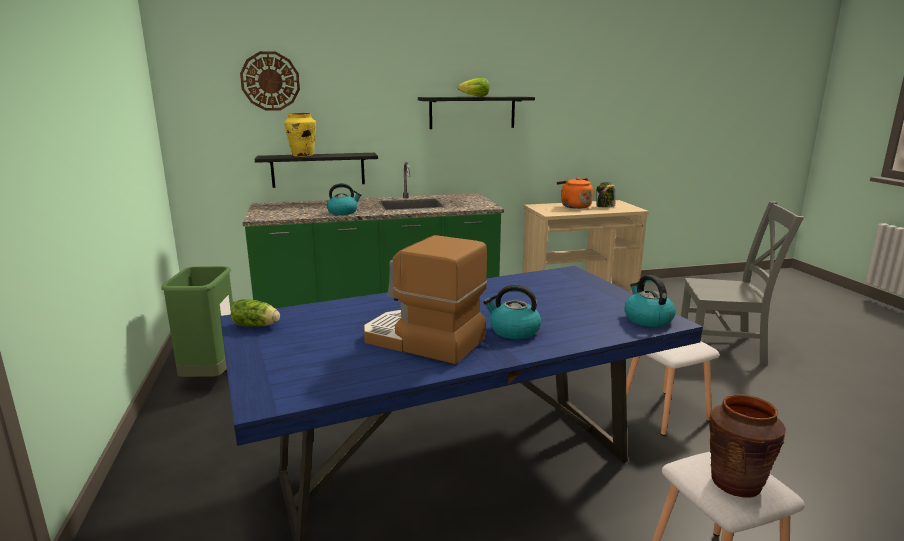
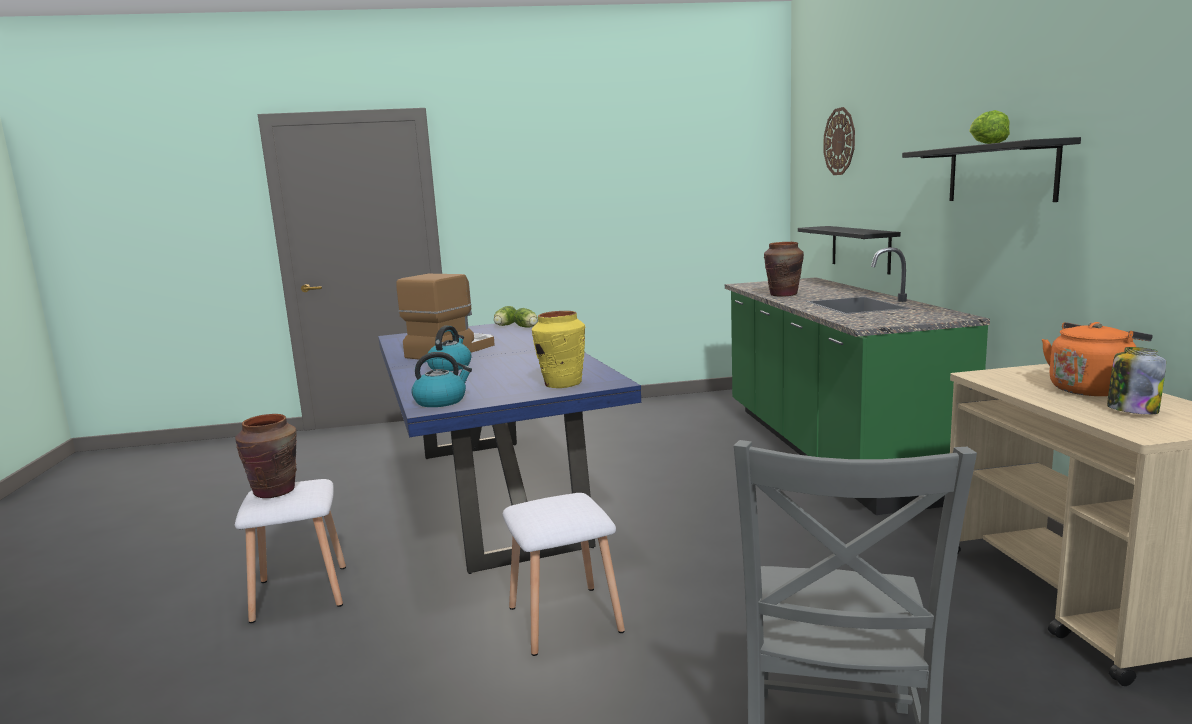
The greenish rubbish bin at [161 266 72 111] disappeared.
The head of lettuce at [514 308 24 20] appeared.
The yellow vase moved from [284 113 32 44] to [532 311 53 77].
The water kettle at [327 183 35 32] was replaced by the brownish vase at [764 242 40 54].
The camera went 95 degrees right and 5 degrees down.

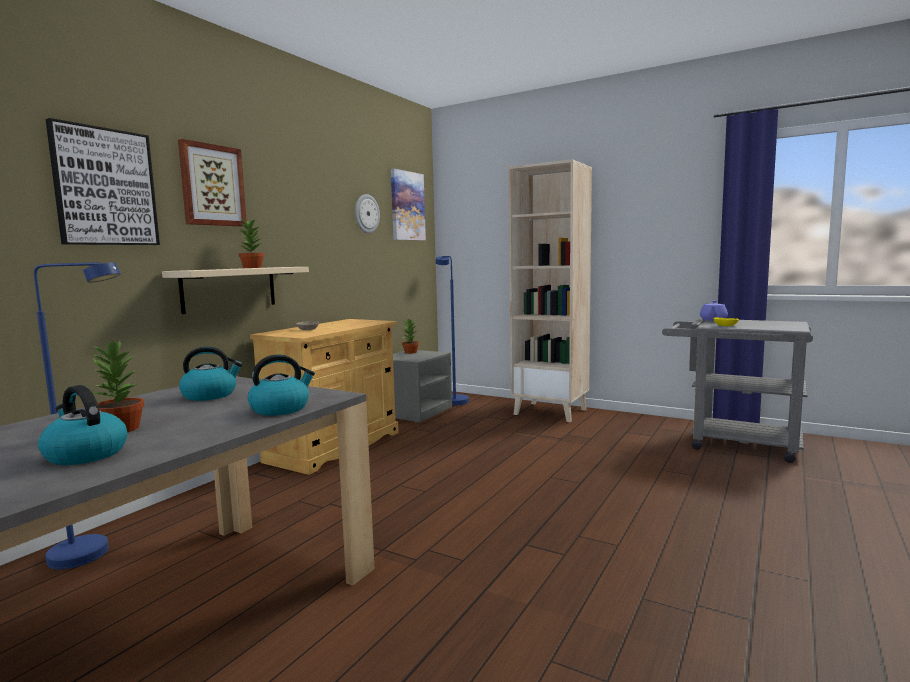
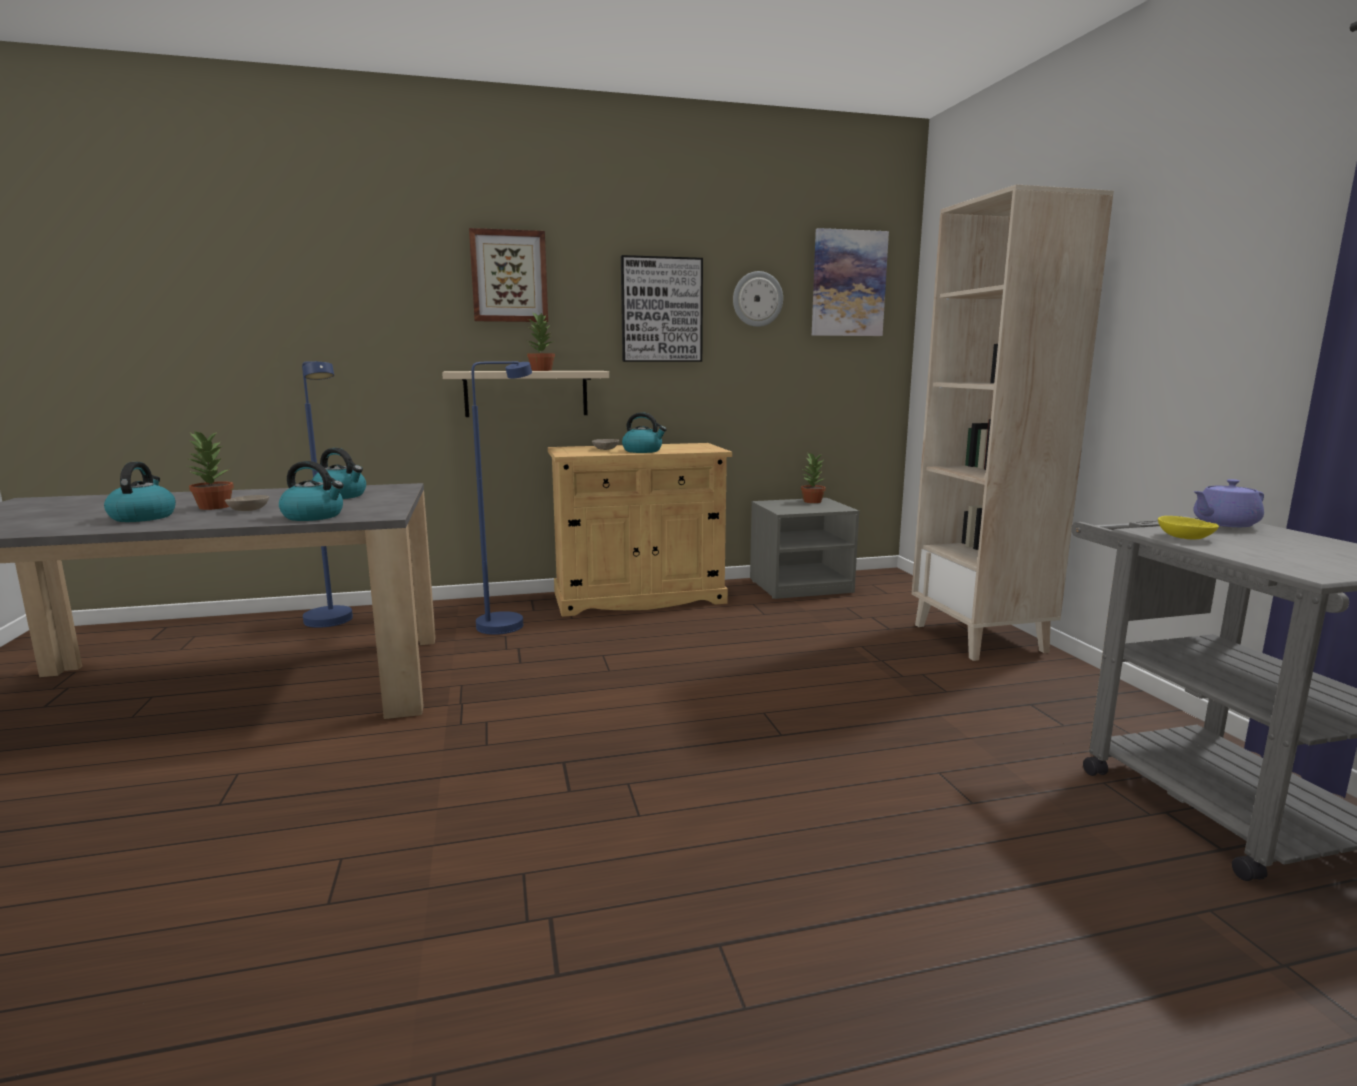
The sand-coloured serving bowl at [225 495 44 16] appeared.
The water kettle at [622 412 45 41] appeared.
The wall art moved from [46 118 114 127] to [621 255 82 107].
The blue-coloured standard lamp moved from [436 256 33 149] to [472 361 60 274].
The camera went 45 degrees right and 5 degrees up.

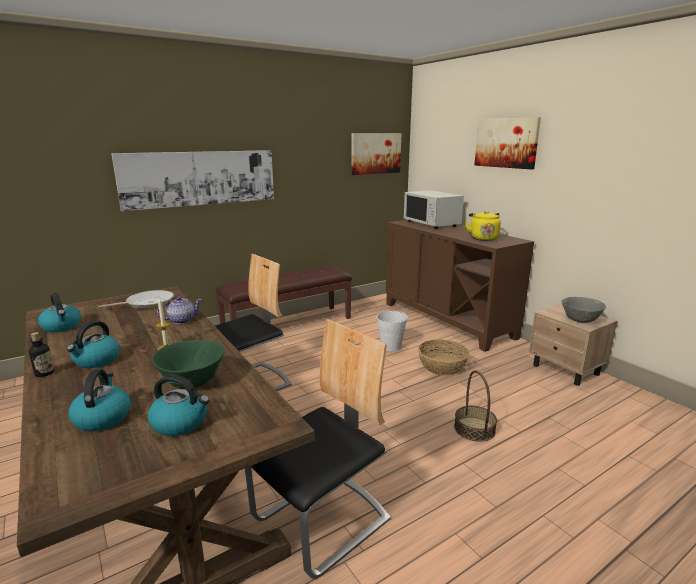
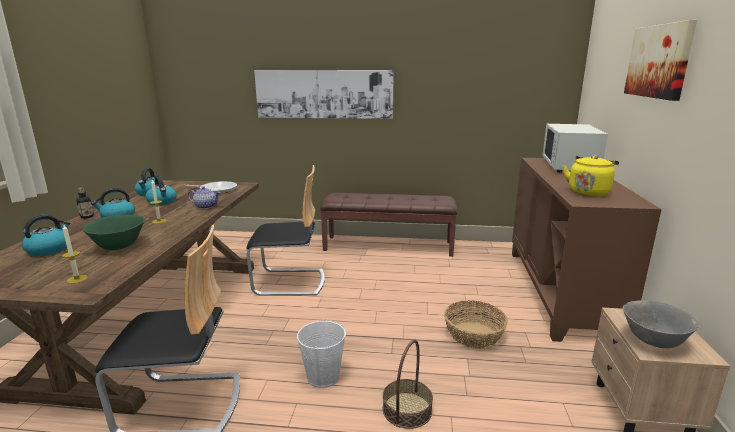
The wall art at [351 133 50 42] disappeared.
The candle at [62 225 26 59] appeared.
The water kettle moved from [148 375 62 61] to [145 175 32 30].
The white-coloured water bucket moved from [376 310 32 41] to [297 318 49 70].
The camera went 40 degrees right and 0 degrees up.

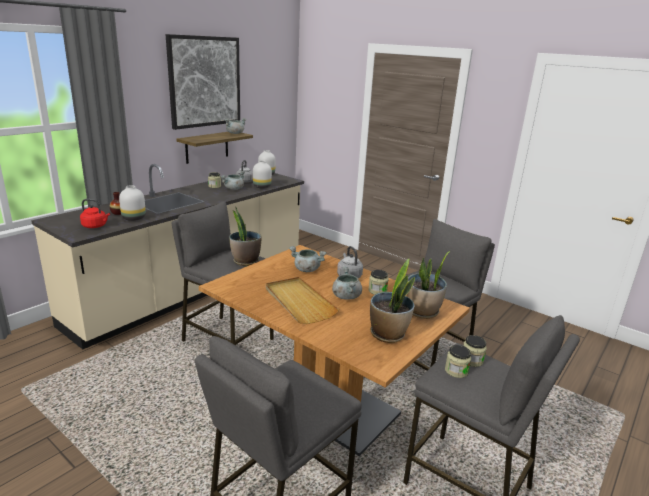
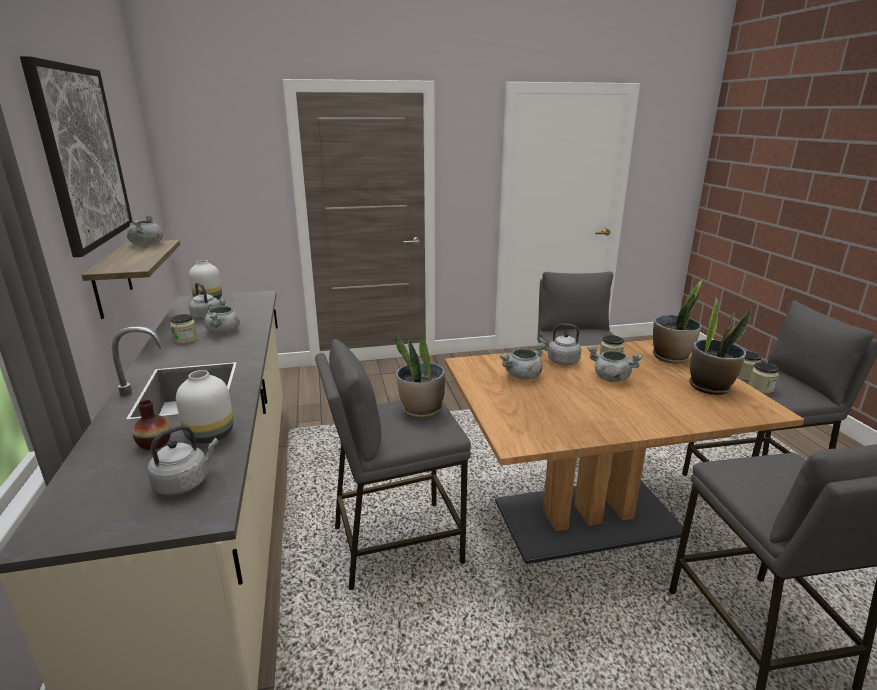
The white-coloured vase at [253 160 19 28] disappeared.
The sand-coloured carrying tray at [266 277 73 47] disappeared.
The red water kettle at [80 199 30 29] became the gray water kettle at [147 425 71 70].
The camera went 50 degrees left and 0 degrees up.

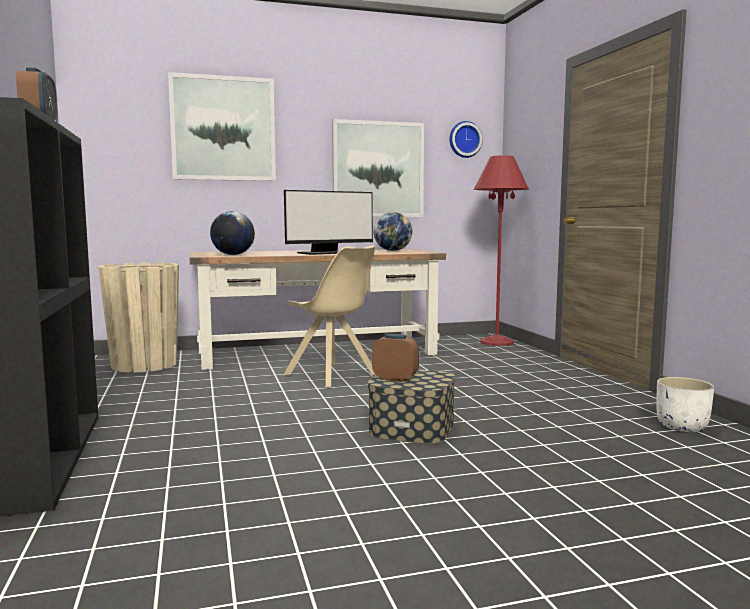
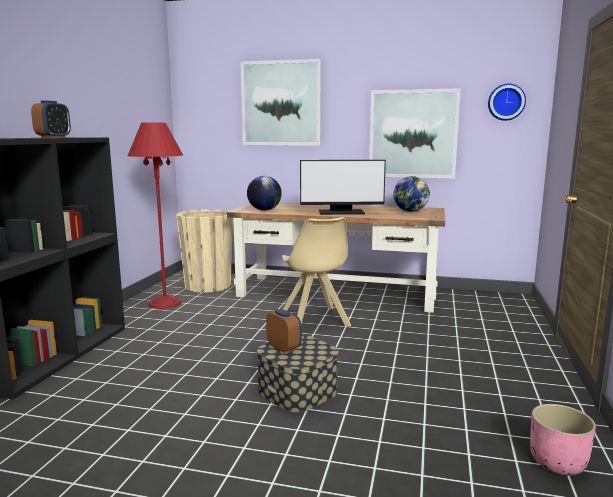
The red standard lamp moved from [474 155 55 191] to [127 123 56 186].
The white-coloured planter at [656 377 58 55] became the pink planter at [530 404 66 71].
The camera went 30 degrees right and 5 degrees up.

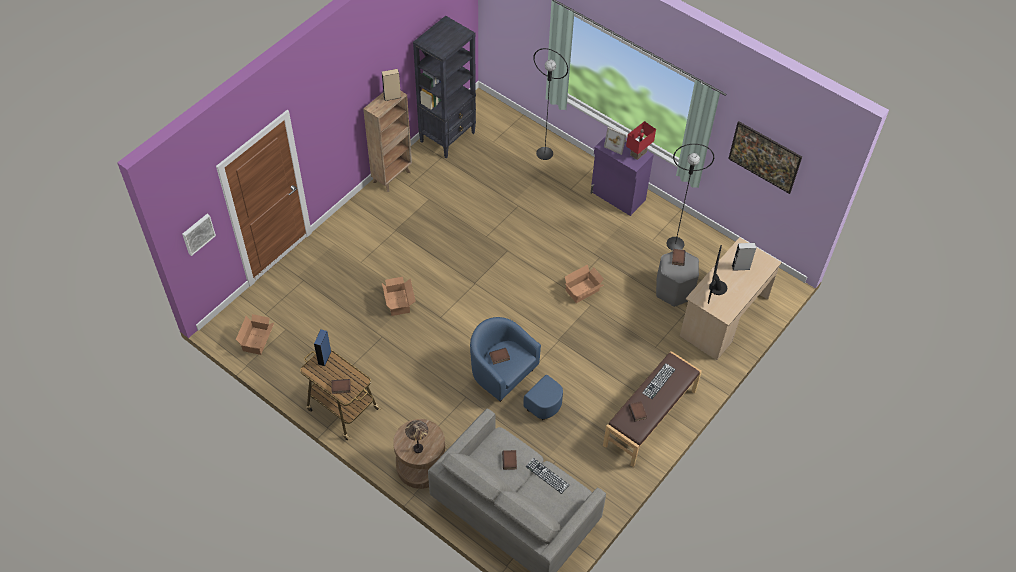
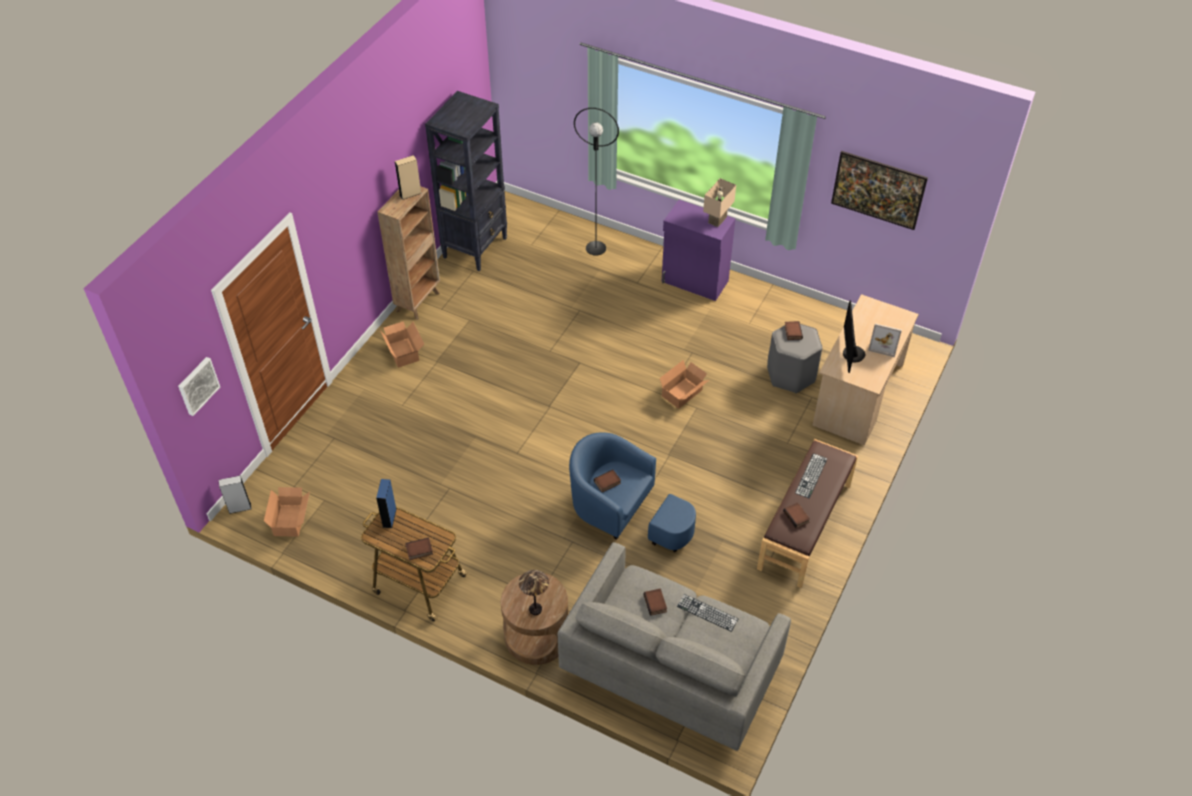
The blackish standard lamp at [666 144 49 107] disappeared.
The carton moved from [382 277 34 39] to [380 321 44 47].
The standing frame moved from [604 127 23 28] to [868 323 34 34].
The gray loudspeaker moved from [732 243 24 28] to [219 475 32 39].
The red tabletop lamp at [626 121 30 39] became the sand-coloured tabletop lamp at [703 178 33 49].
The camera went 10 degrees left and 5 degrees down.

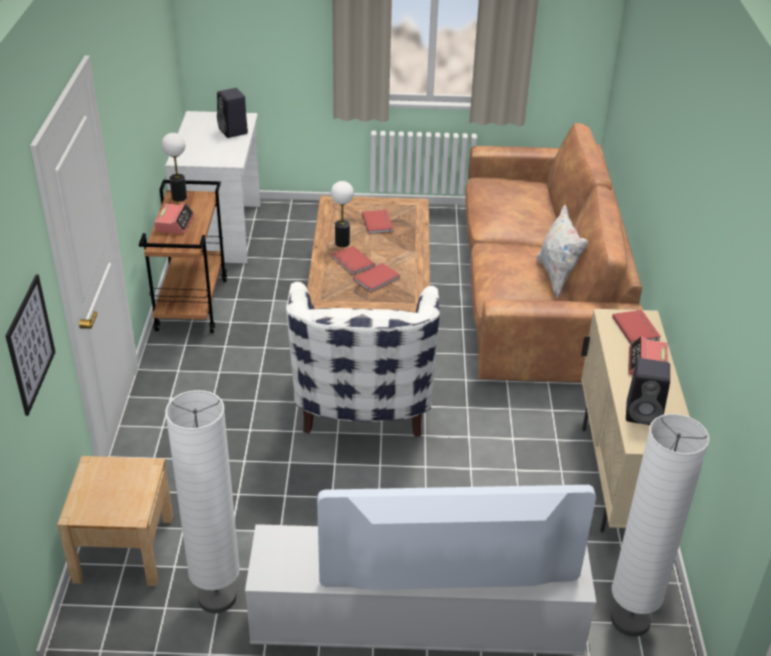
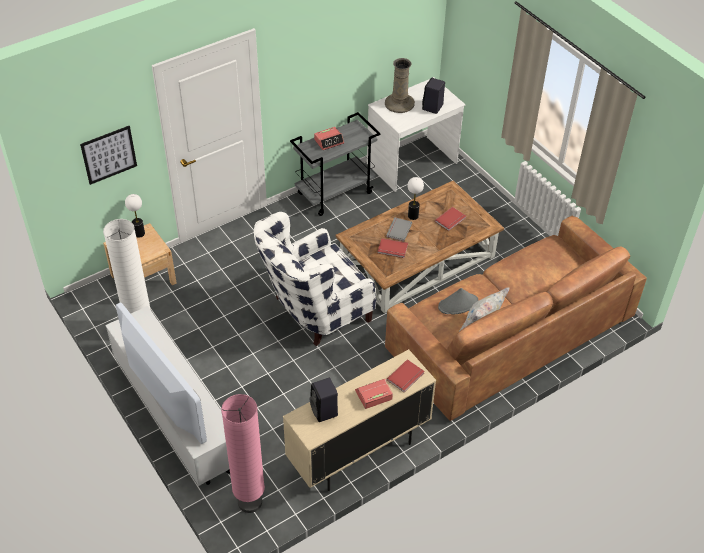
The sand-coloured vase at [385 58 30 55] appeared.
The gray clothing hat at [438 288 40 26] appeared.
The tabletop lamp moved from [162 133 25 69] to [125 194 20 44].
The brownish trolley at [139 180 88 153] became the gray trolley at [290 112 91 104].
The red volume at [332 246 43 29] became the gray volume at [386 217 26 24].
The white-coloured standard lamp at [611 414 99 223] became the pink standard lamp at [221 394 44 119].
The camera went 55 degrees right and 10 degrees up.

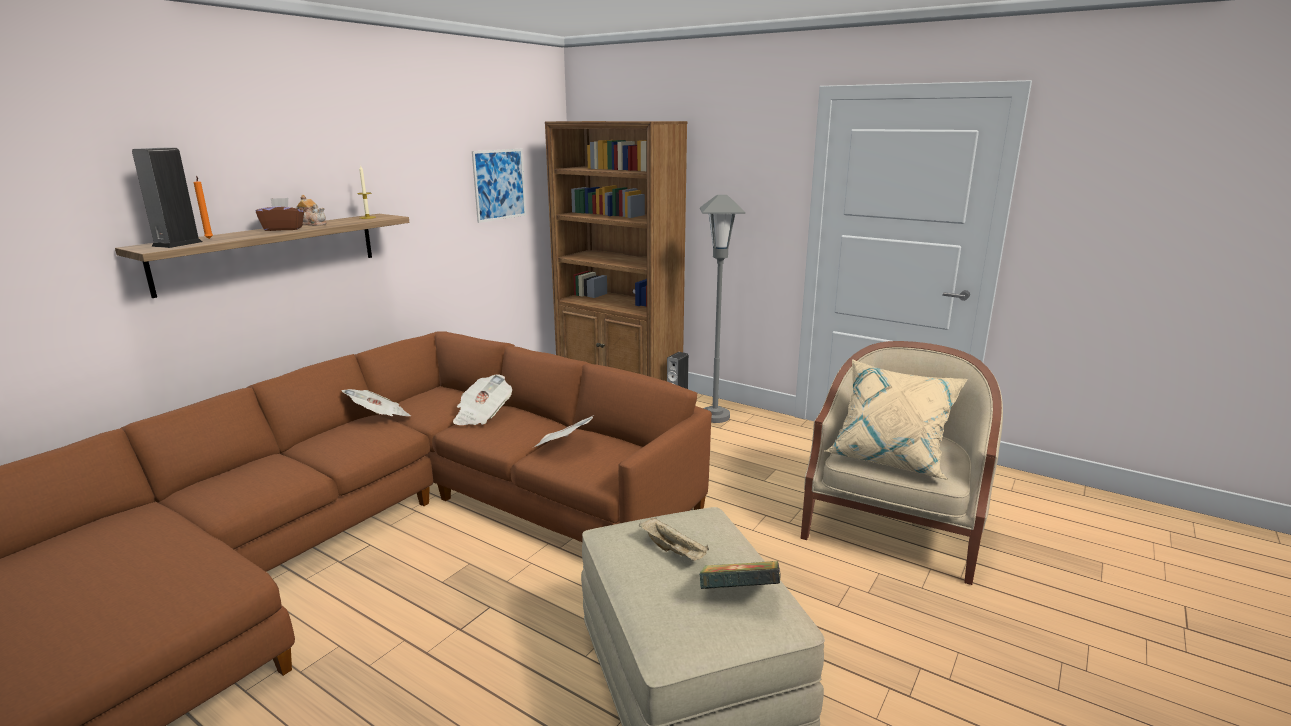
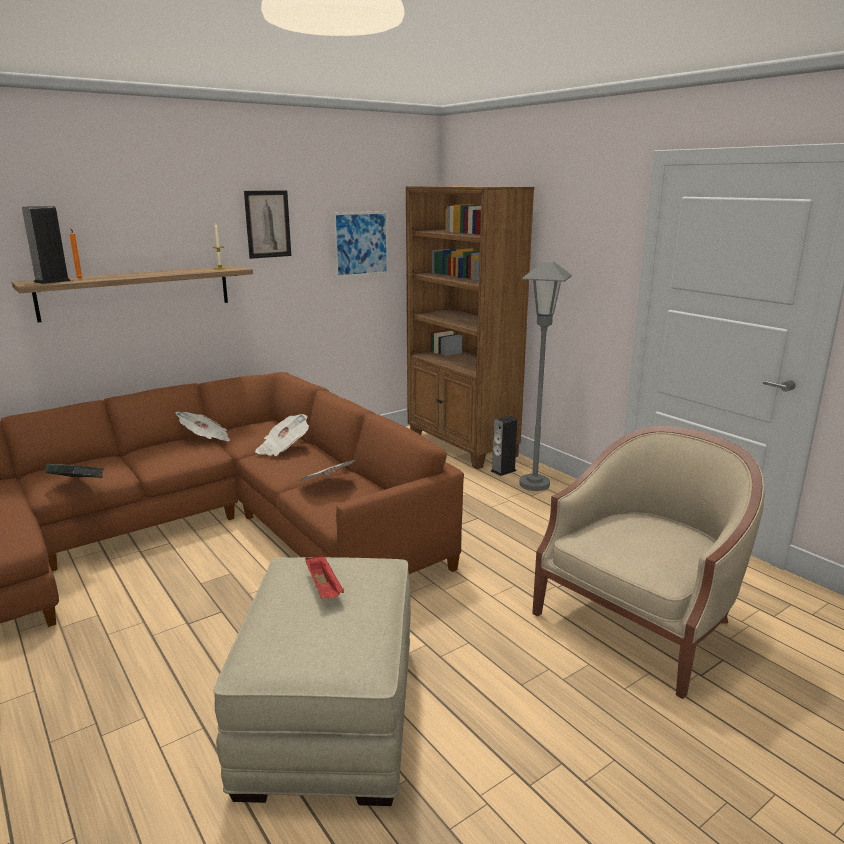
The brownish tissue box at [256 198 48 33] disappeared.
The teapot at [296 195 31 31] disappeared.
The sand-coloured pillow at [824 359 144 121] disappeared.
The wall art at [244 190 47 69] appeared.
The volume moved from [699 561 82 28] to [45 464 59 14].
The sand-coloured carrying tray at [639 517 70 44] became the red carrying tray at [305 555 39 44].
The camera went 20 degrees right and 0 degrees up.

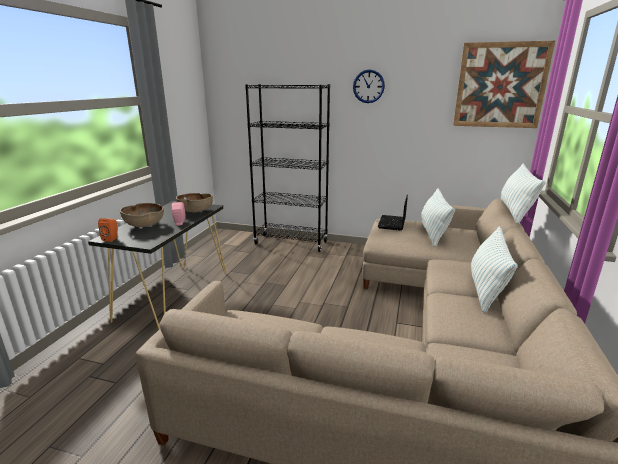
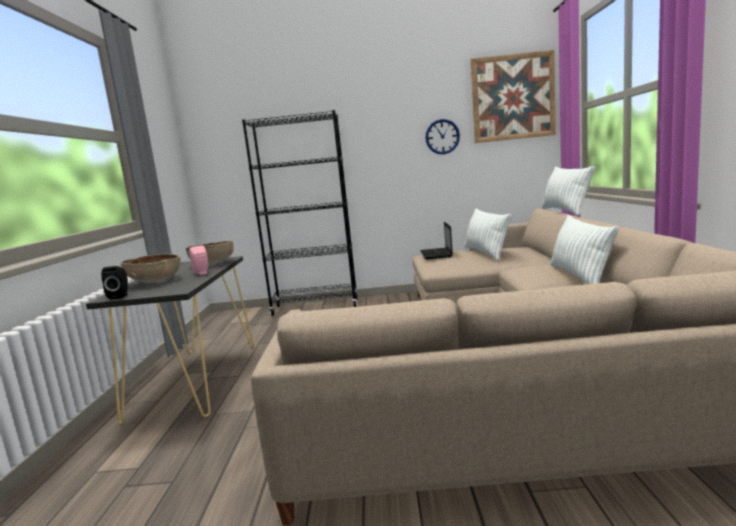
The wall clock moved from [353 69 32 34] to [425 119 35 35].
The orange-coloured loudspeaker at [98 218 20 24] became the blackish loudspeaker at [101 266 27 34].
The camera went 15 degrees left and 10 degrees down.

